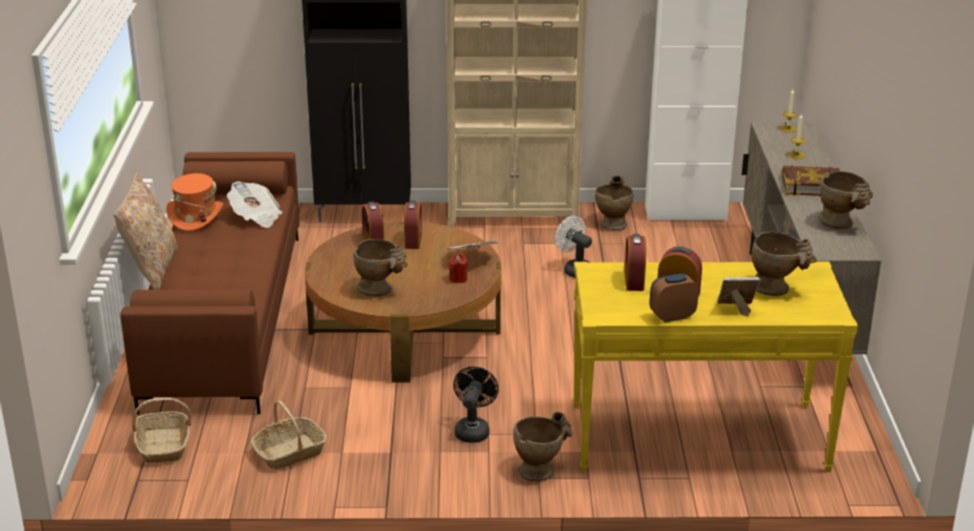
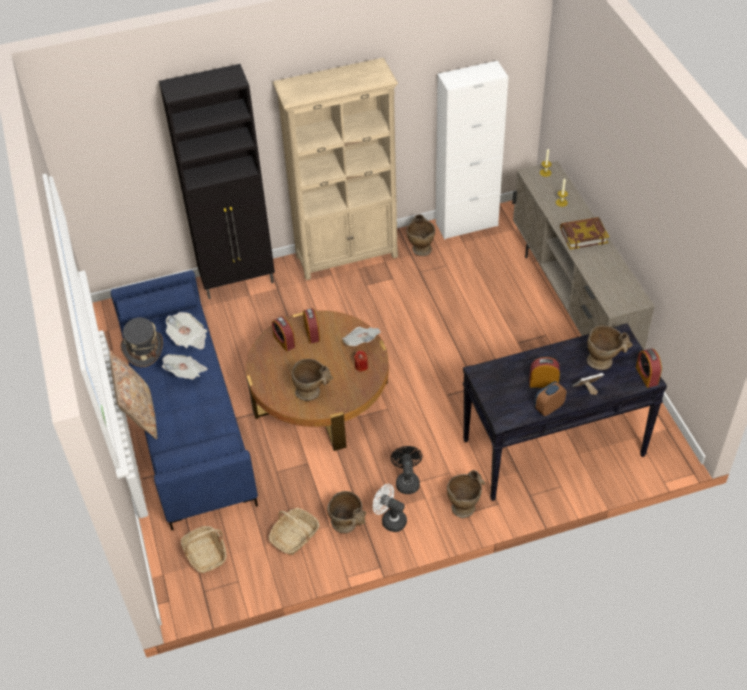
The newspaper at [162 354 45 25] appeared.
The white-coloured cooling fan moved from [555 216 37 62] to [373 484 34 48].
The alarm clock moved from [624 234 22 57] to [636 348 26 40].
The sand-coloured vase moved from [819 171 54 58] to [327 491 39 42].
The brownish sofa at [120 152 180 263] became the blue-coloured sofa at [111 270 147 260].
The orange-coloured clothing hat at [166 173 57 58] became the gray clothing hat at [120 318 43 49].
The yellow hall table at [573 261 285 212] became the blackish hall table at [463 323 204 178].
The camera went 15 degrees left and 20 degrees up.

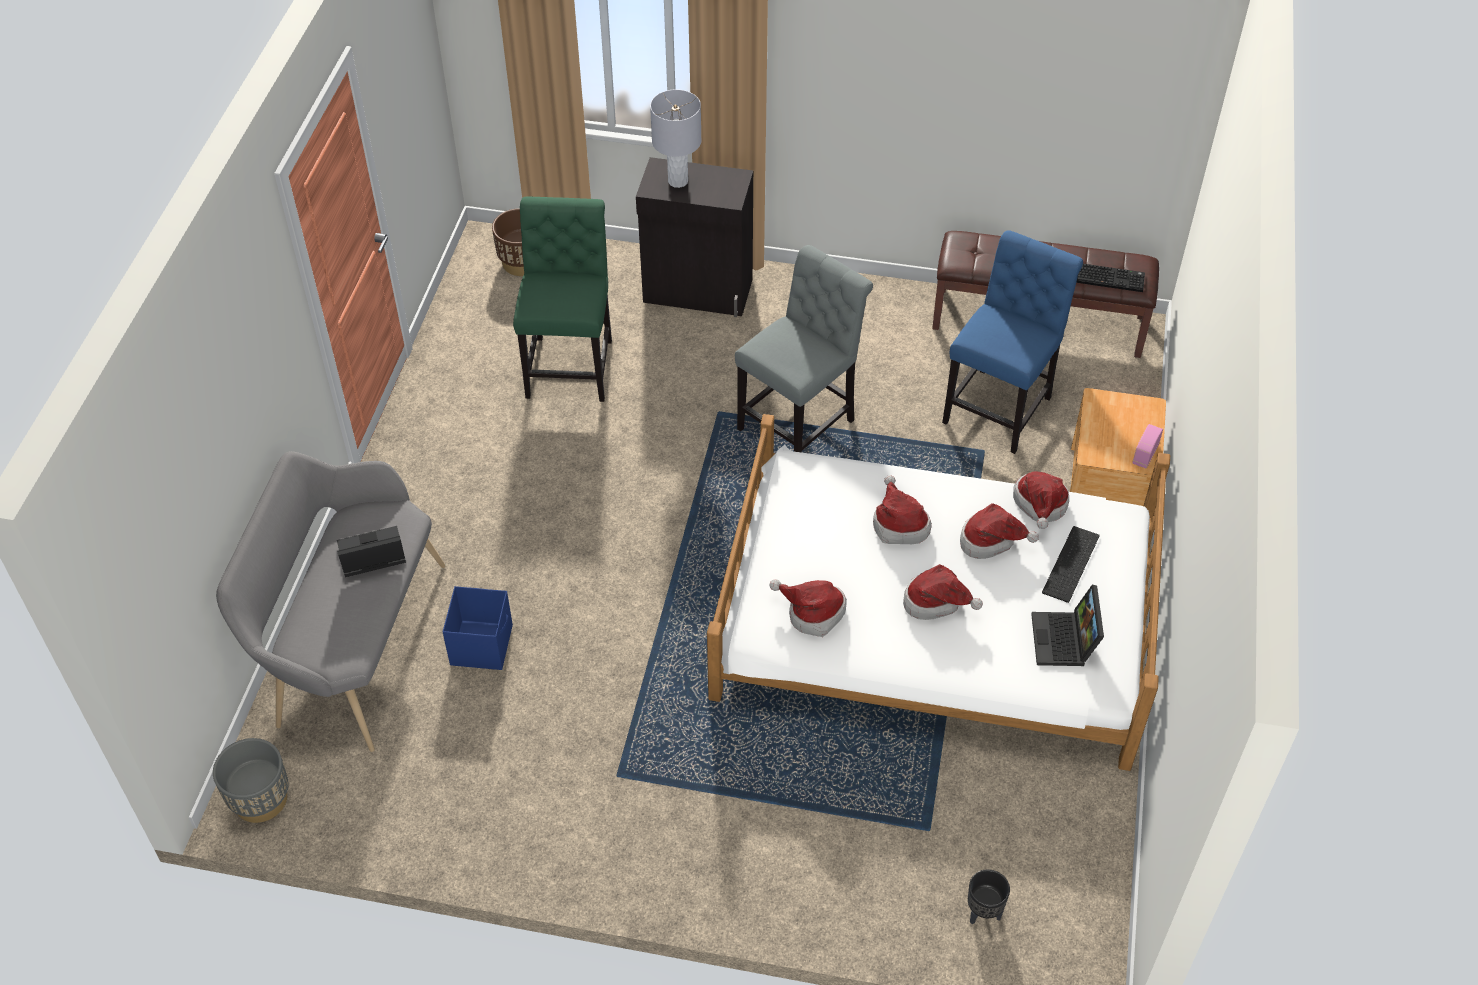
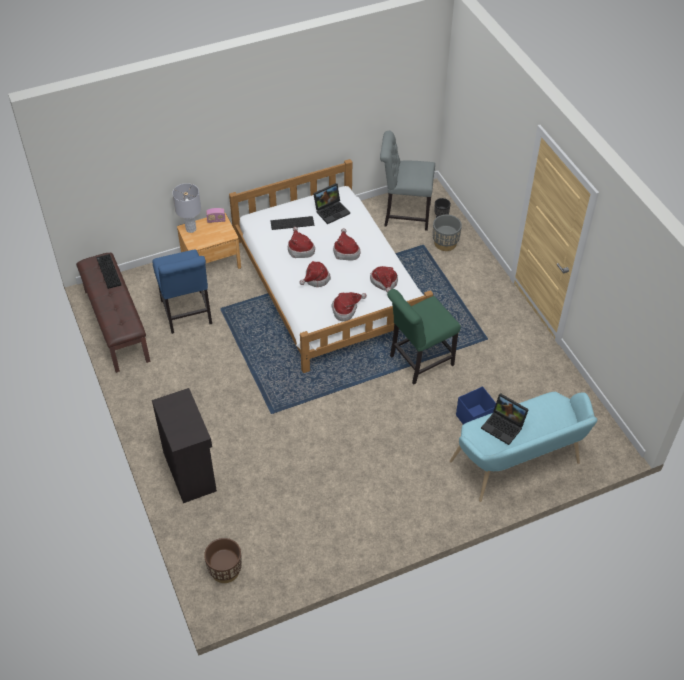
The gray planter moved from [213 738 76 85] to [433 215 29 36].
The greenish plain chair moved from [513 197 99 205] to [387 289 74 96].
The gray tabletop lamp moved from [650 89 52 99] to [172 183 29 50].
The gray plain chair moved from [735 245 138 208] to [380 131 55 100].
The clothing hat moved from [1013 471 56 58] to [331 292 36 29].
The gray bench at [216 451 229 301] became the turquoise bench at [450 391 147 111].
The blue-coloured plain chair at [942 230 141 224] turned 105 degrees counterclockwise.
The camera went 125 degrees left and 0 degrees up.

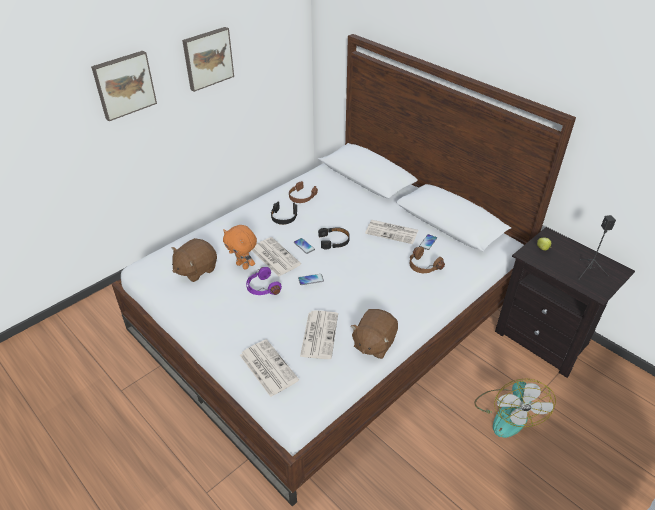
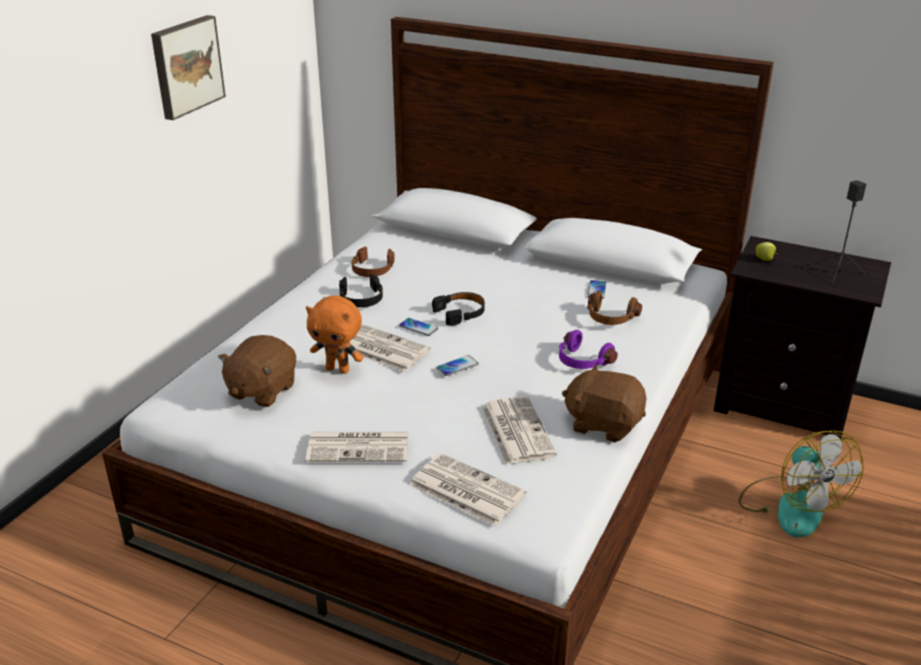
The wall art at [91 51 66 70] disappeared.
The purple-coloured headset moved from [246 267 36 28] to [559 330 59 39].
The newspaper moved from [365 220 53 24] to [305 432 104 30].
The brownish cuddly toy at [351 309 47 50] turned 105 degrees clockwise.
The camera went 20 degrees left and 10 degrees down.

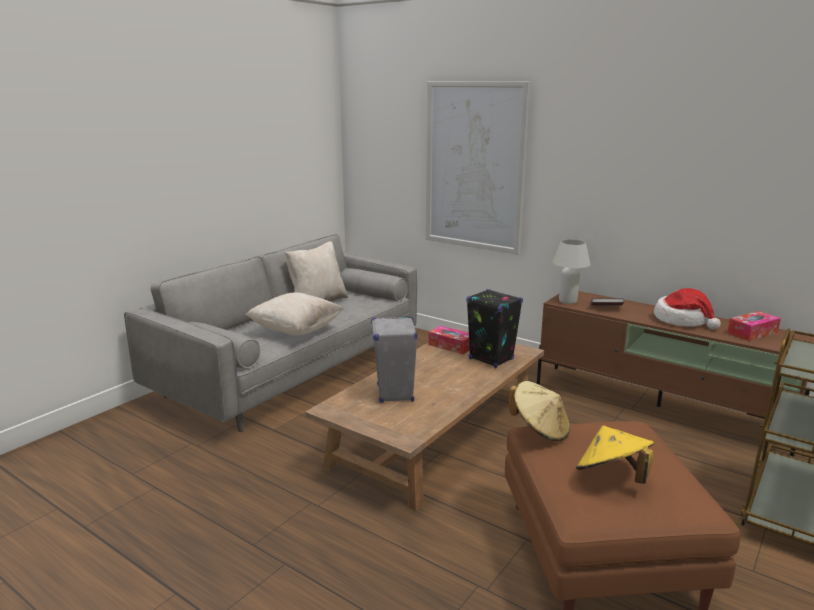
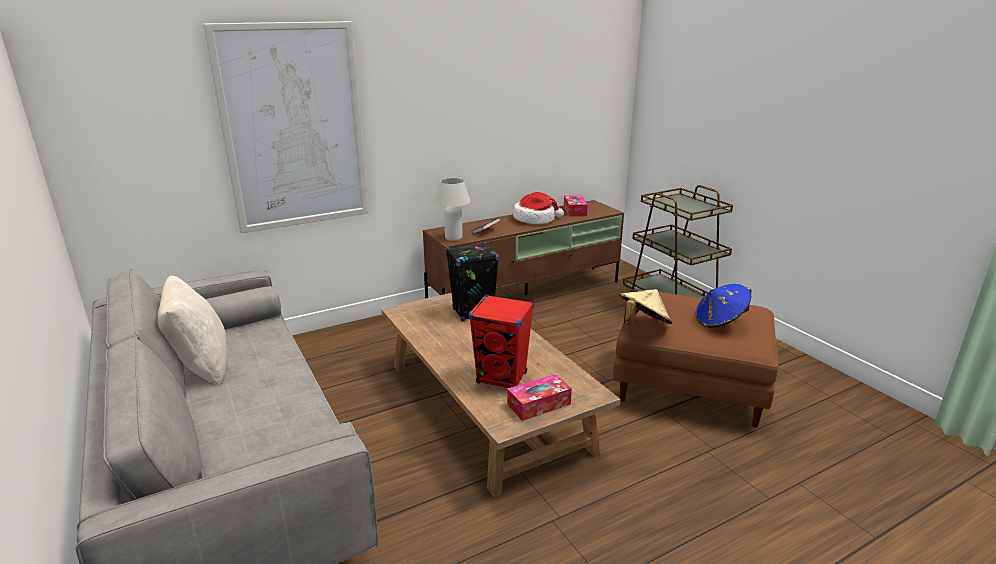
The sand-coloured pillow at [246 292 98 43] disappeared.
The tissue box moved from [428 326 42 28] to [507 374 65 47].
The gray loudspeaker at [371 316 47 87] became the red loudspeaker at [469 294 65 94].
The yellow clothing hat at [576 426 78 58] became the blue-coloured clothing hat at [695 284 57 44].
The camera went 65 degrees left and 5 degrees up.

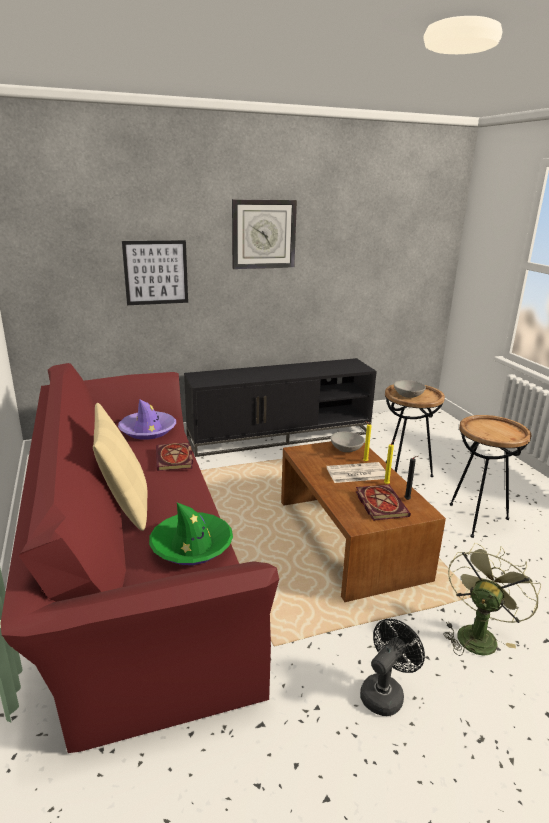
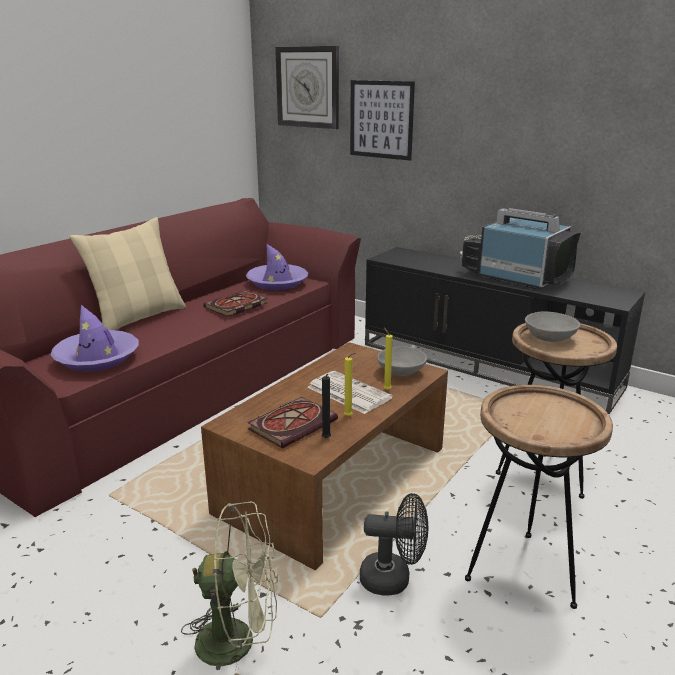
The TV set at [460 208 121 81] appeared.
The wall clock moved from [232 199 65 70] to [275 46 64 83].
The blackish cooling fan moved from [360 619 65 97] to [360 493 68 103].
The greenish clothing hat at [149 503 84 62] became the purple-coloured clothing hat at [50 305 89 66].
The camera went 55 degrees right and 0 degrees up.

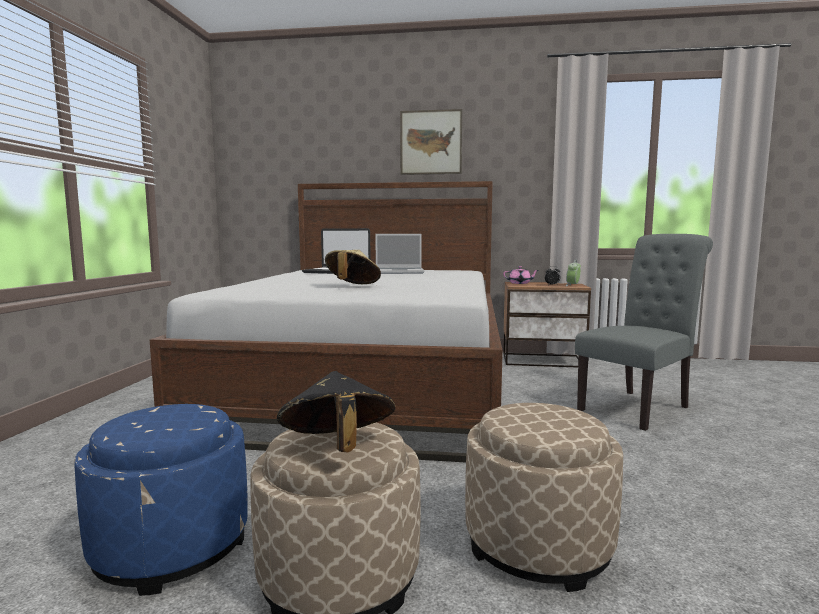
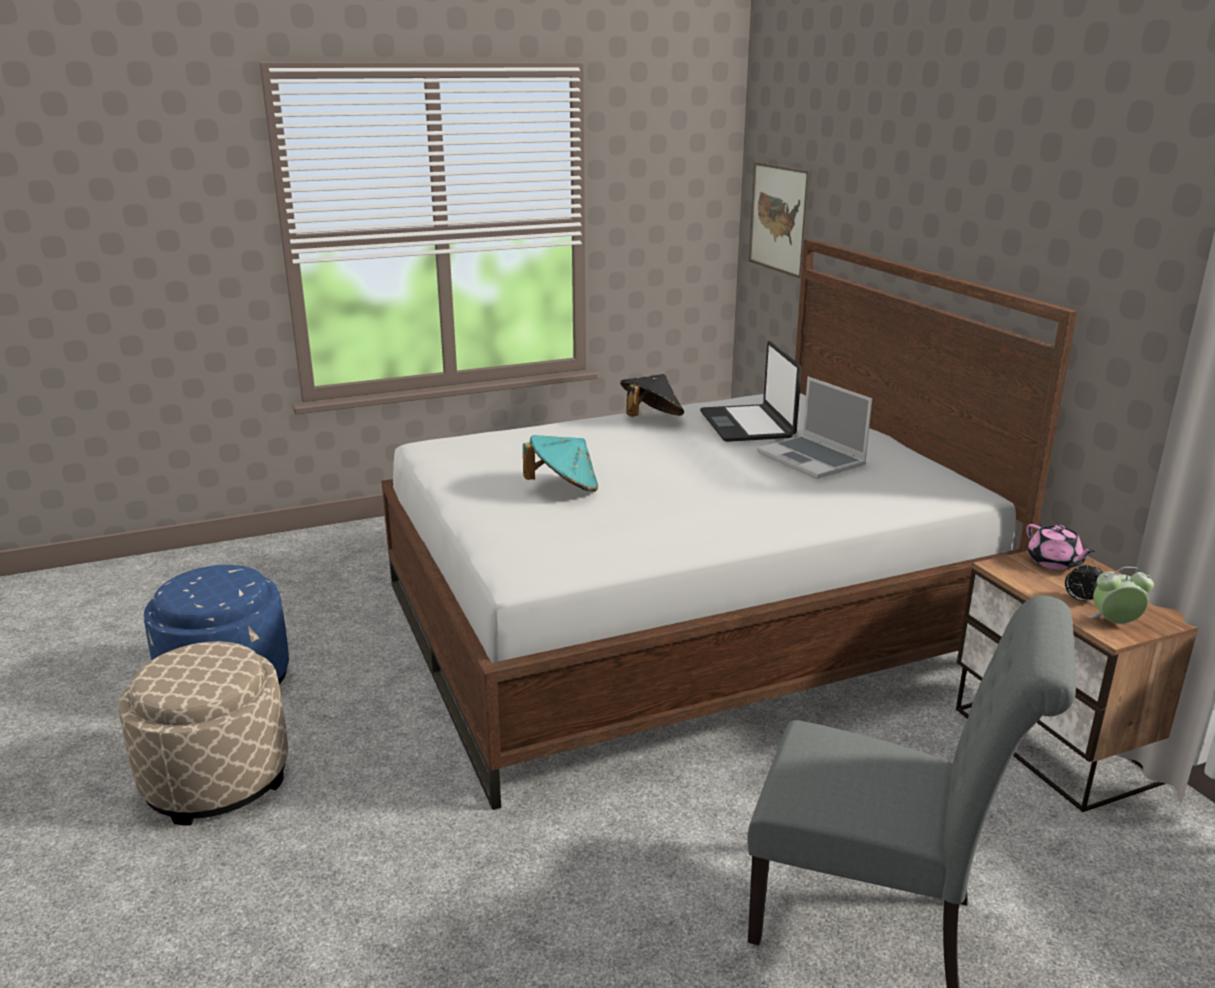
The sand-coloured footrest at [465 403 158 189] disappeared.
The blackish clothing hat moved from [277 371 119 81] to [620 374 64 43].
The wall art moved from [400 109 62 66] to [749 162 62 117].
The sand-coloured clothing hat at [325 250 56 34] became the turquoise clothing hat at [523 435 75 57].
The camera went 60 degrees right and 15 degrees up.

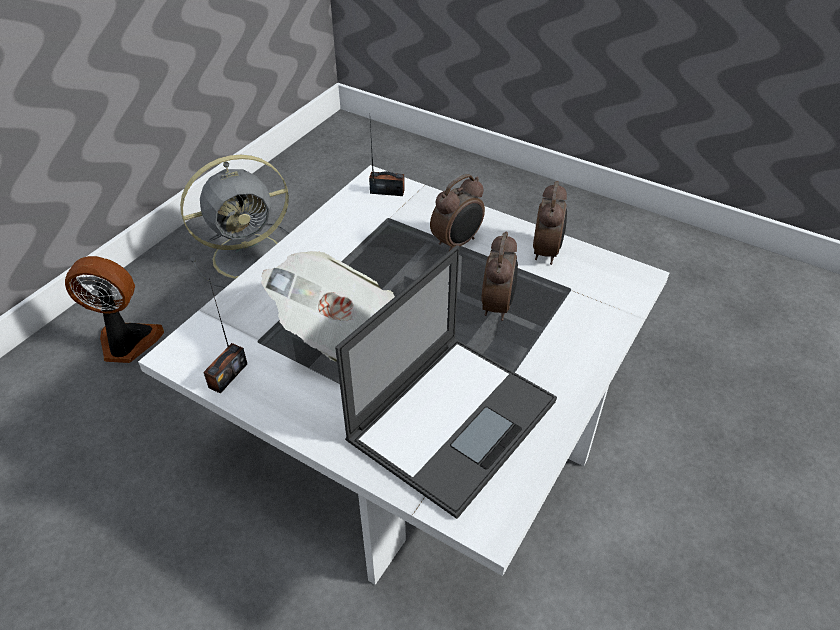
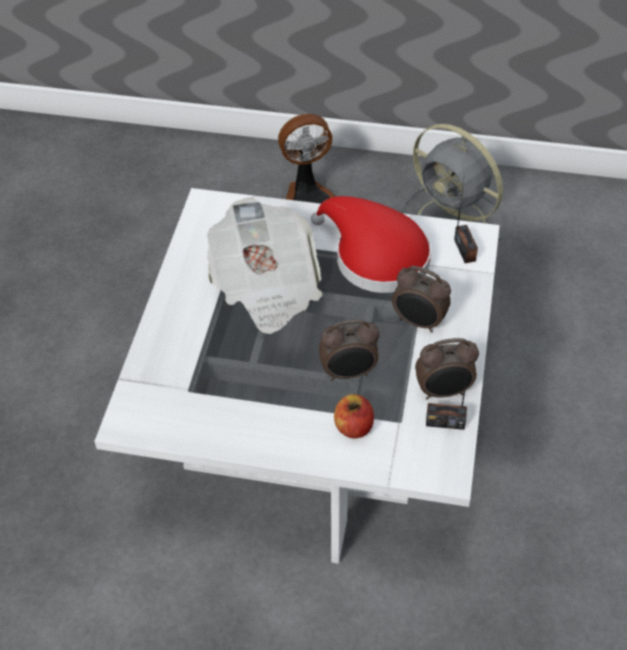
The portable computer at [335 245 222 274] disappeared.
The red clothing hat at [311 196 120 97] appeared.
The whole apple at [334 394 40 44] appeared.
The radio moved from [203 279 44 115] to [426 359 44 71].
The cooling fan at [65 256 99 107] turned 90 degrees clockwise.
The camera went 70 degrees right and 5 degrees up.

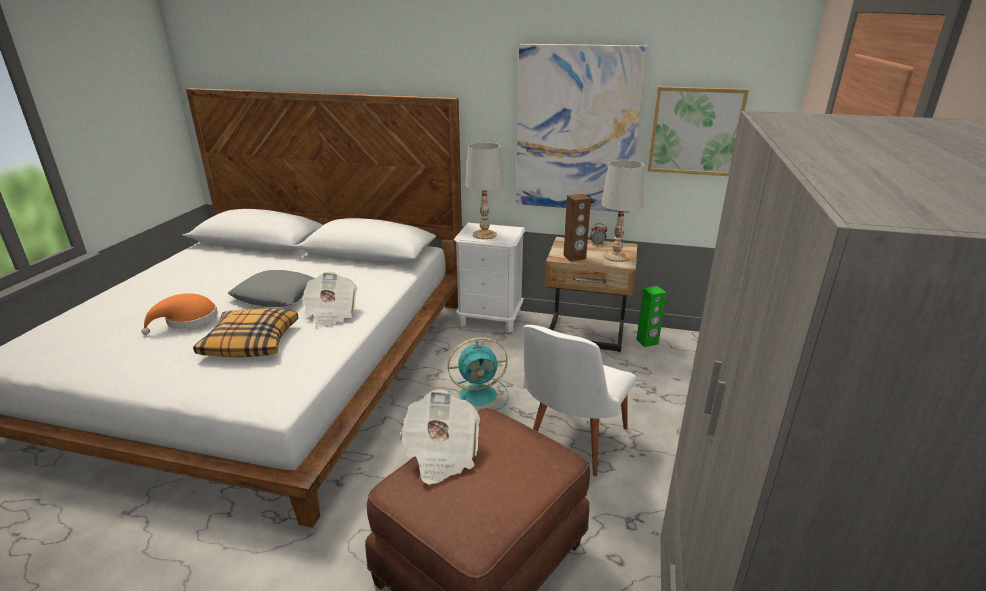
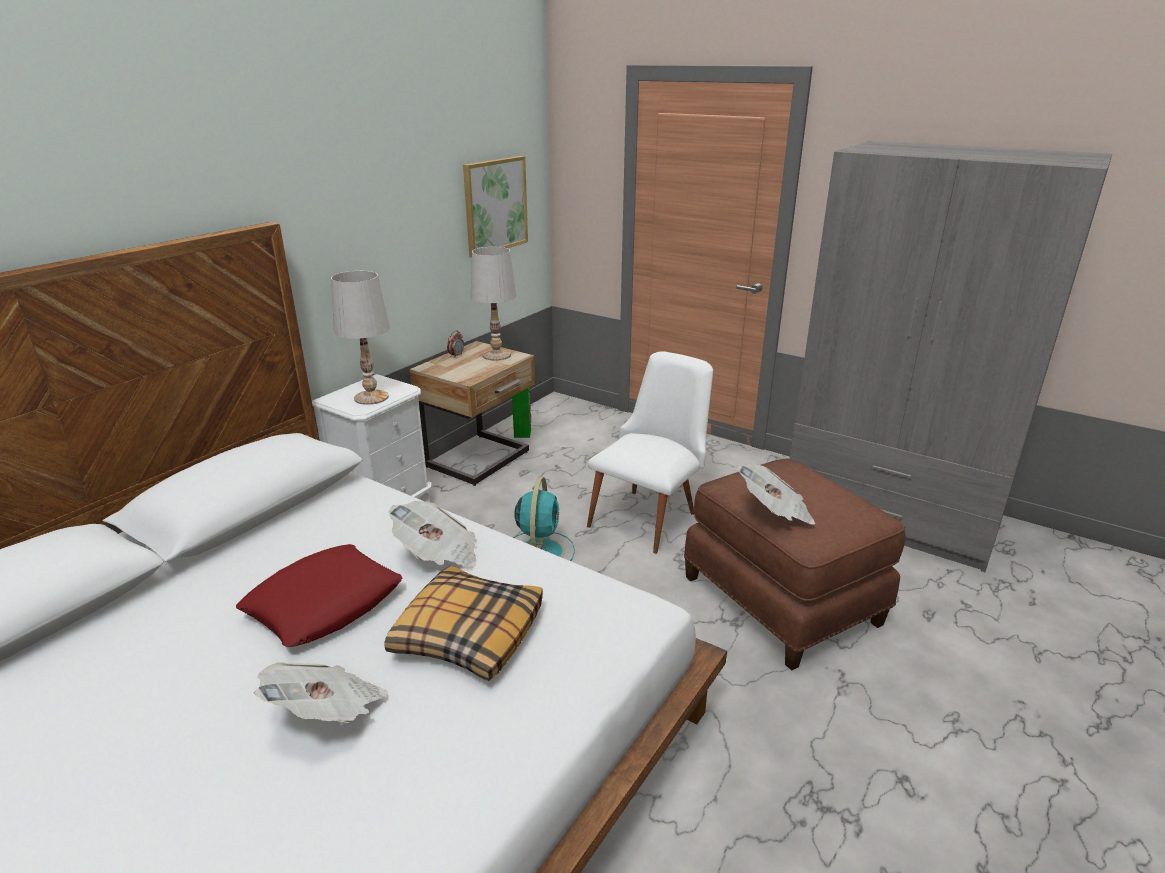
The wall art at [516 44 131 169] disappeared.
The brownish loudspeaker at [563 194 28 67] disappeared.
The orange-coloured clothing hat at [141 293 77 42] was replaced by the newspaper at [254 662 134 61].
The gray pillow at [228 270 87 37] became the red pillow at [236 544 167 103].
The white-coloured plain chair at [523 325 113 152] turned 105 degrees counterclockwise.
The camera went 70 degrees left and 0 degrees up.

